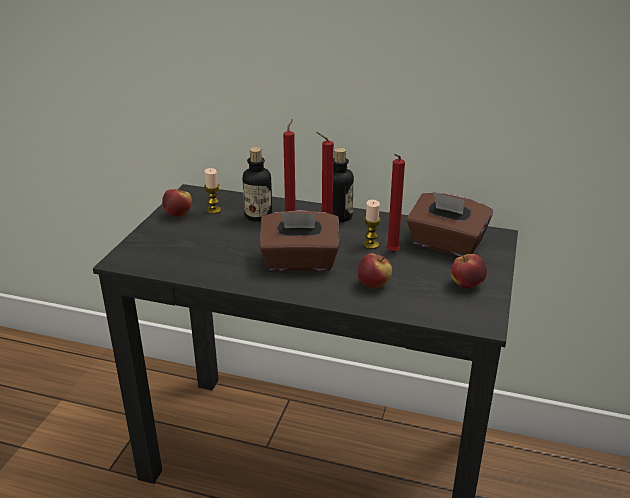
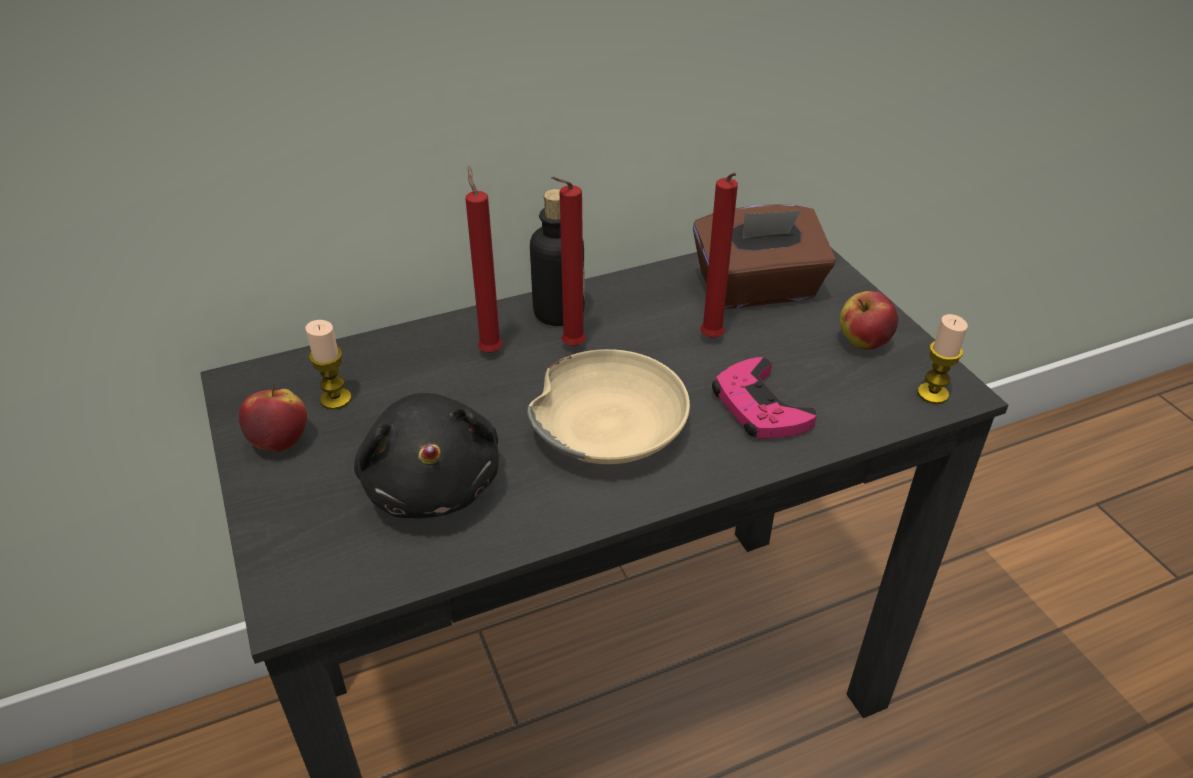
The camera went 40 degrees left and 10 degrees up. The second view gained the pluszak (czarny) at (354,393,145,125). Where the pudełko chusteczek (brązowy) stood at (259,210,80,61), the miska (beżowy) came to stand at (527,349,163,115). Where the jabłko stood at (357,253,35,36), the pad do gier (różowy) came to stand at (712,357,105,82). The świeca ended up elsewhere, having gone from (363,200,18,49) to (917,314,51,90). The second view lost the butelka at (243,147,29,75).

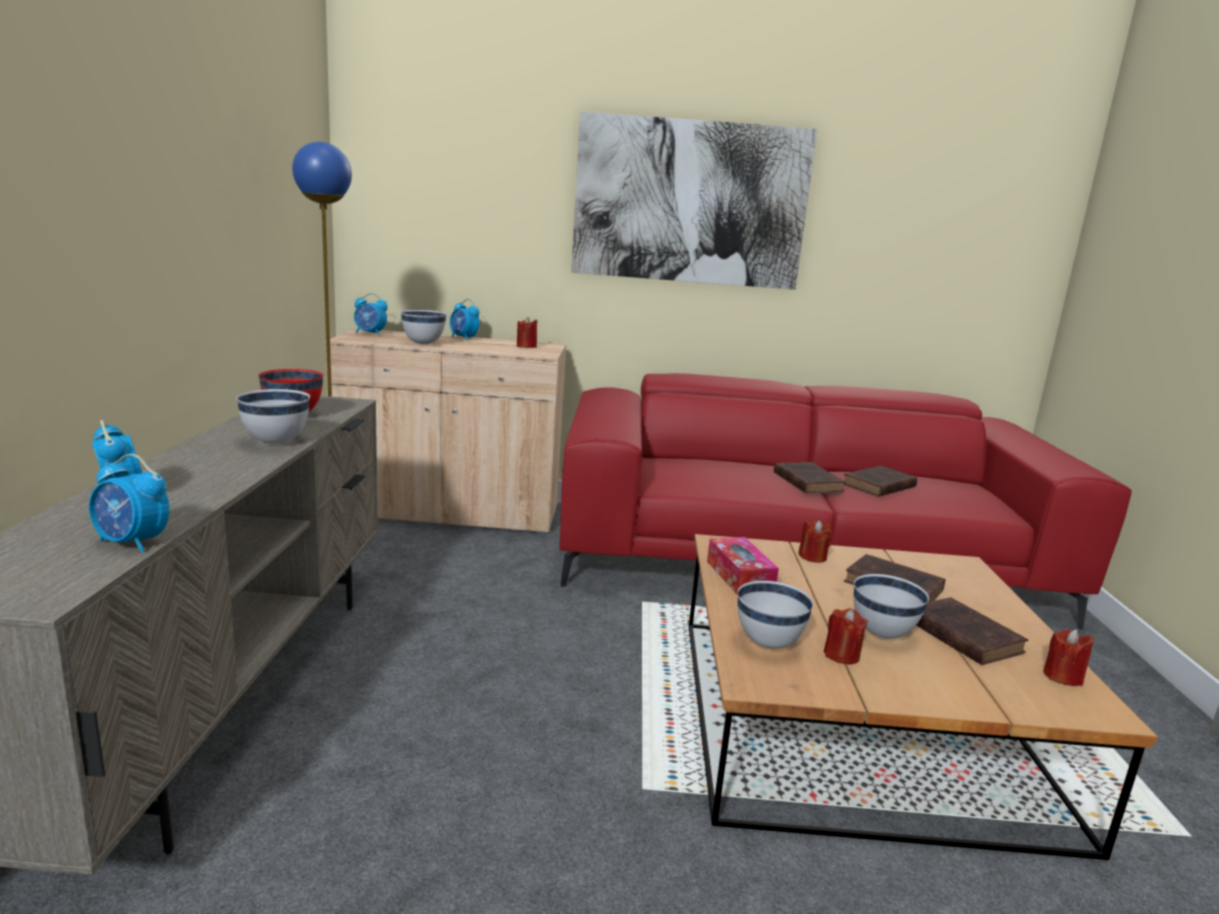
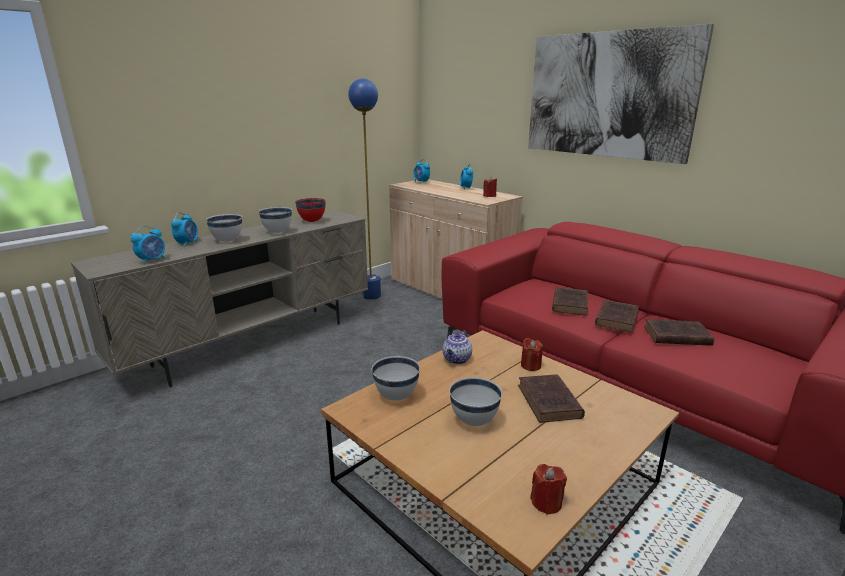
The camera went 45 degrees right and 5 degrees up. The budzik at (89,454,80,98) ended up facing another way, 120 degrees counterclockwise from before. The miska (biały) ended up elsewhere, having gone from (401,310,45,34) to (206,214,36,28). Where the pudełko chusteczek stood at (707,537,72,58), the imbryk came to stand at (442,331,30,33). The książka (brązowy) ended up elsewhere, having gone from (916,597,112,68) to (552,287,36,29). The second view lost the świeca (czerwony) at (824,608,44,56).

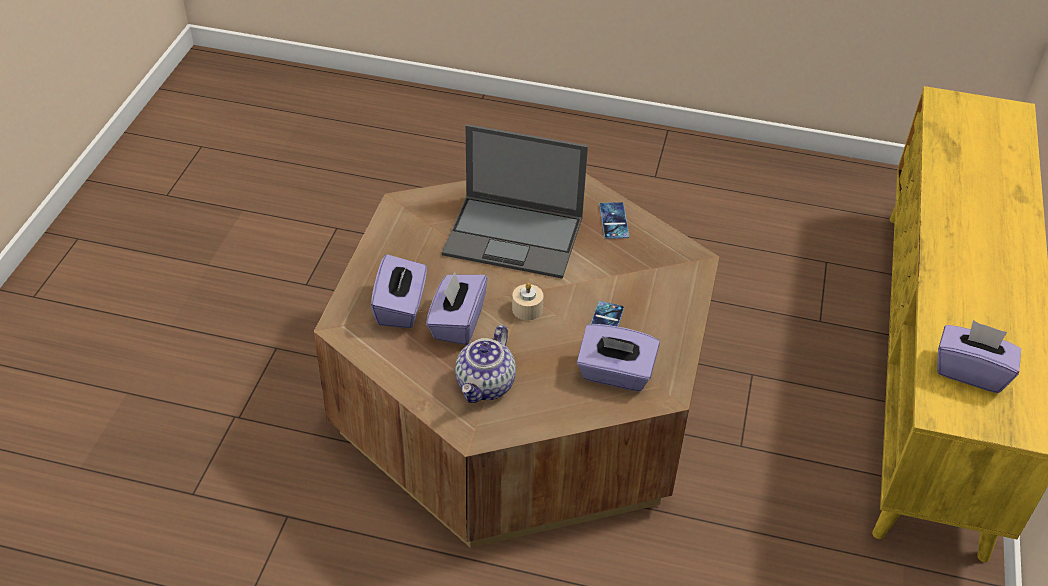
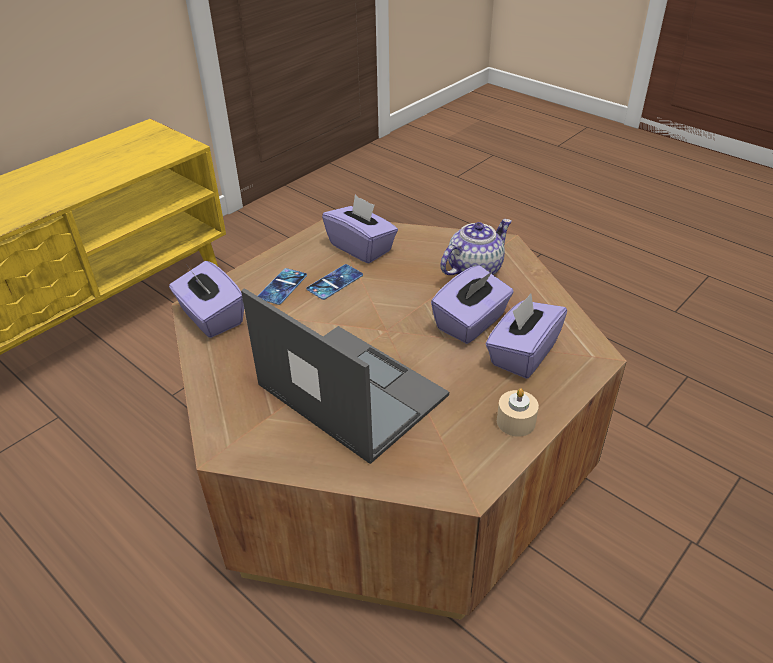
The camera went 150 degrees left and 5 degrees down. The pudełko chusteczek (fioletowy) ended up elsewhere, having gone from (937,320,84,73) to (169,261,75,77). The telefon ended up elsewhere, having gone from (599,202,30,37) to (258,268,49,37). The świeca (beżowy) ended up elsewhere, having gone from (512,283,32,38) to (497,388,42,49).

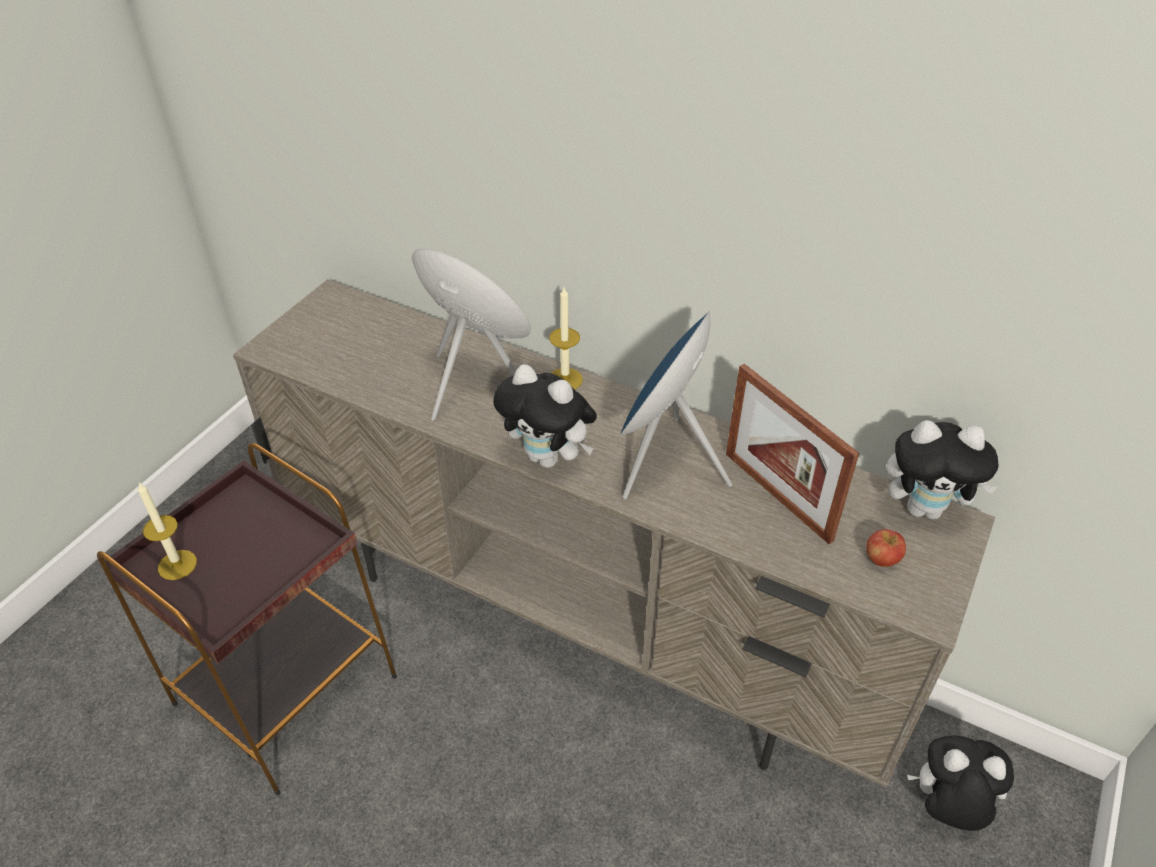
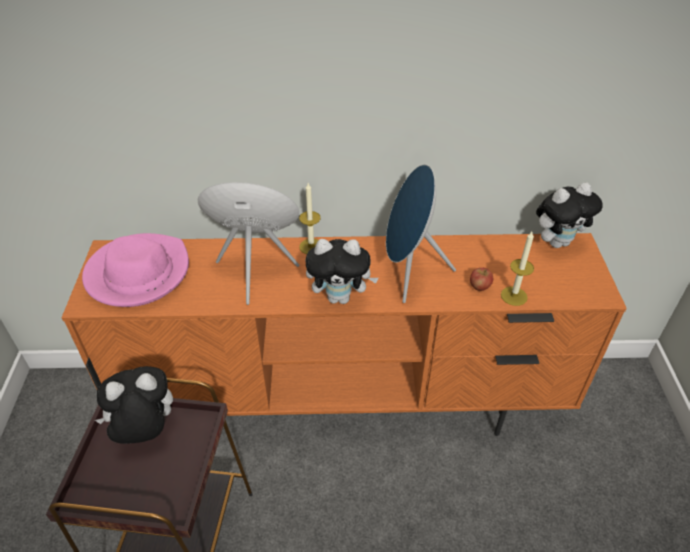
The camera went 30 degrees left and 0 degrees up. What was the szafka pod telewizor (beżowy) at (233,279,762,509) turned into the szafka pod telewizor (pomarańczowy) at (62,233,565,203). The second view gained the kapelusz (różowy) at (82,233,107,74). The pluszak ended up elsewhere, having gone from (907,735,107,96) to (95,366,78,78). The jabłko ended up elsewhere, having gone from (866,529,40,38) to (470,268,23,23). The świeca ended up elsewhere, having gone from (138,483,59,97) to (501,232,33,74). The second view lost the ramka na zdjęcie at (726,364,133,180).

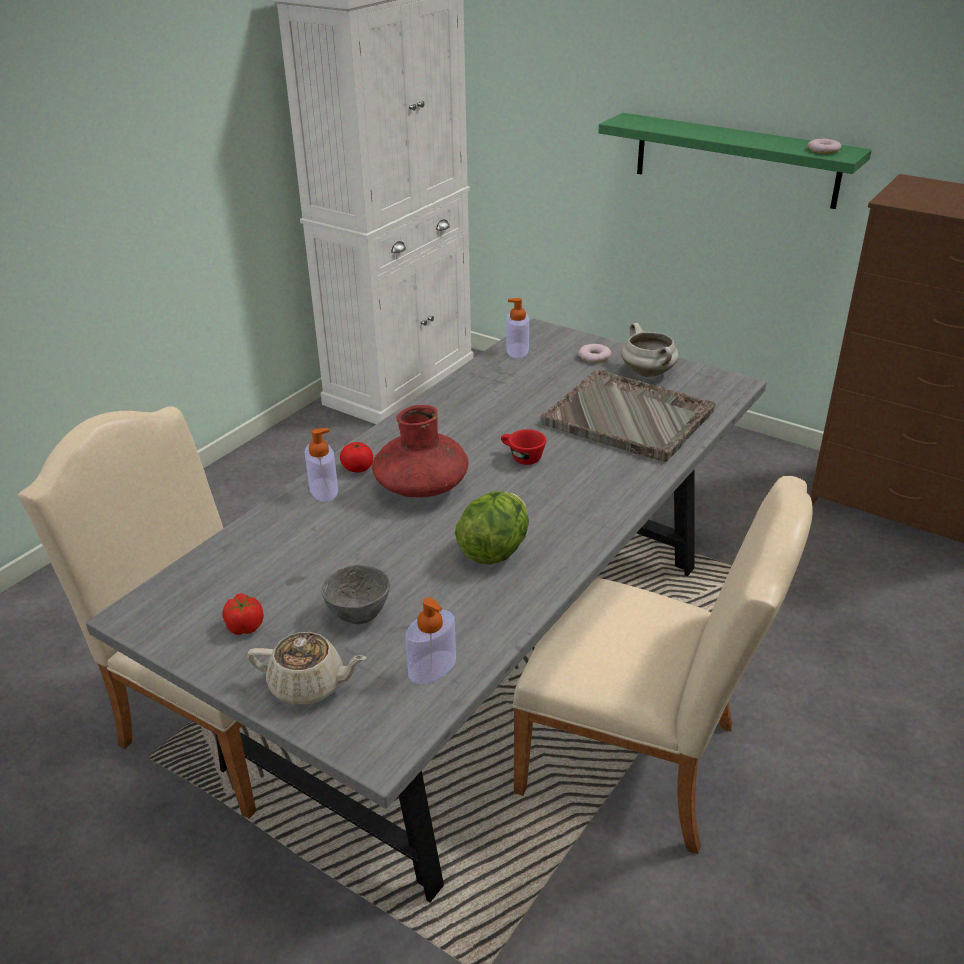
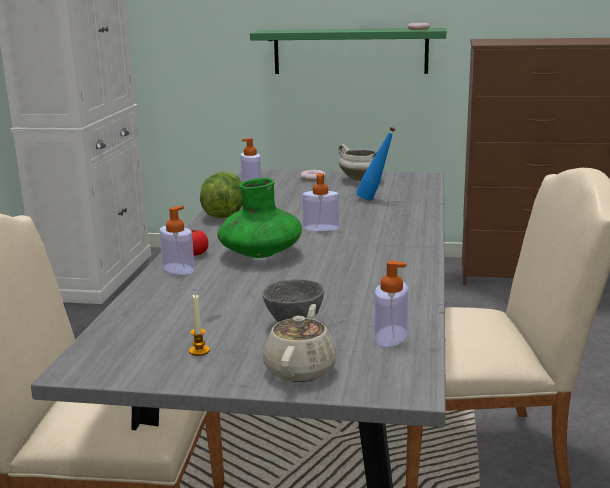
The camera went 25 degrees left and 15 degrees down. Where the pomidor stood at (222,593,42,42), the świeca came to stand at (189,294,21,62). The sałata ended up elsewhere, having gone from (455,491,74,74) to (200,172,43,46). What was the wazon (czerwony) at (372,405,96,93) turned into the wazon (zielony) at (217,178,85,80). The imbryk (beżowy) at (247,632,119,73) ended up facing another way, 60 degrees counterclockwise from before. Where the filiżanka (czerwony) stood at (501,429,45,36), the dozownik mydła came to stand at (302,173,37,58). Where the taca (szary) stood at (541,370,174,92), the butelka (niebieski) came to stand at (356,127,39,73).

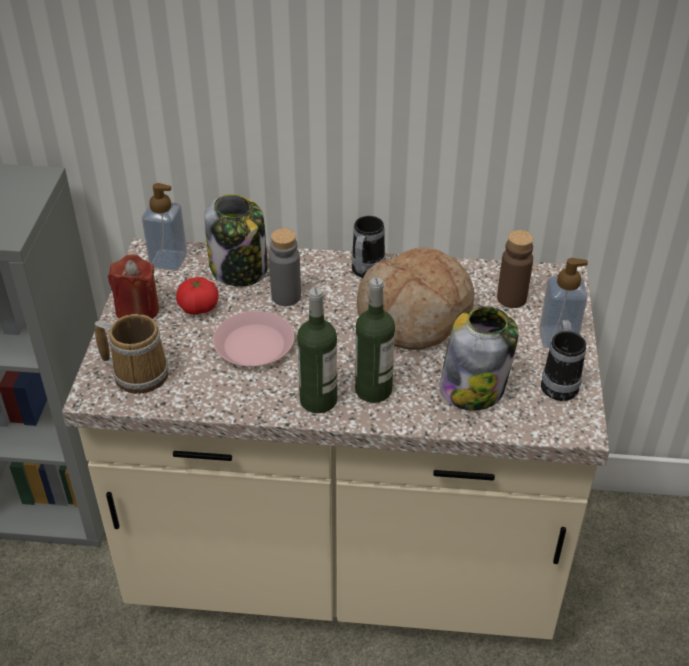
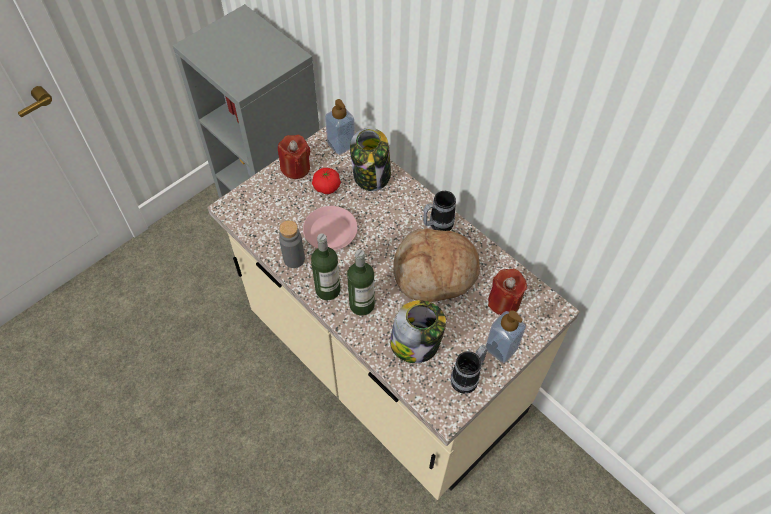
The camera went 40 degrees right and 15 degrees up. The butelka (szary) ended up elsewhere, having gone from (269,228,32,78) to (279,220,26,48). Where the butelka (brązowy) stood at (497,230,36,78), the świeca (czerwony) came to stand at (488,269,39,46). The second view lost the kubek at (95,314,73,80).

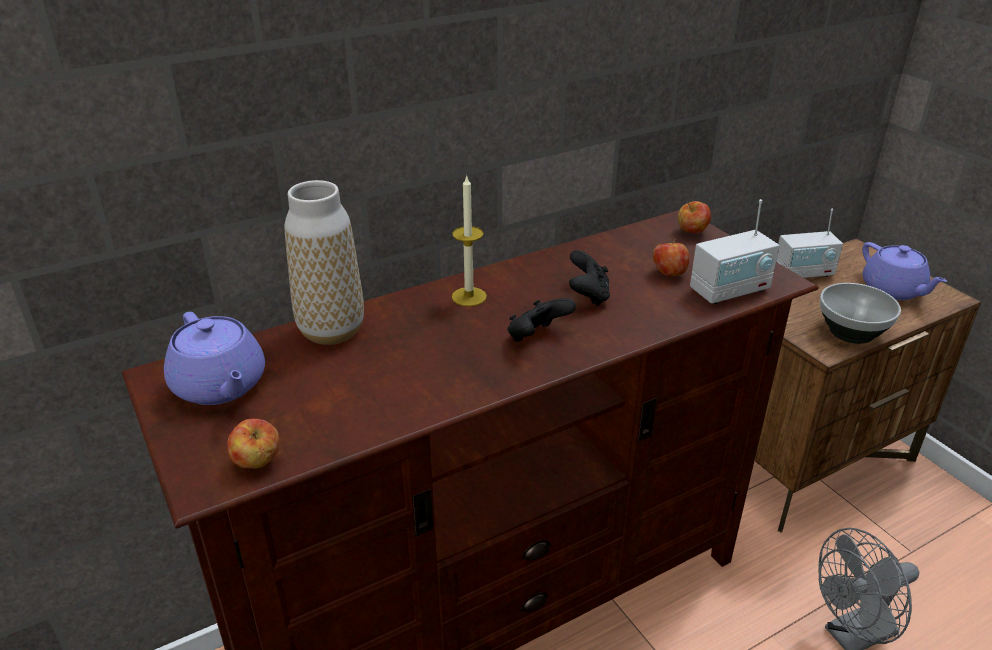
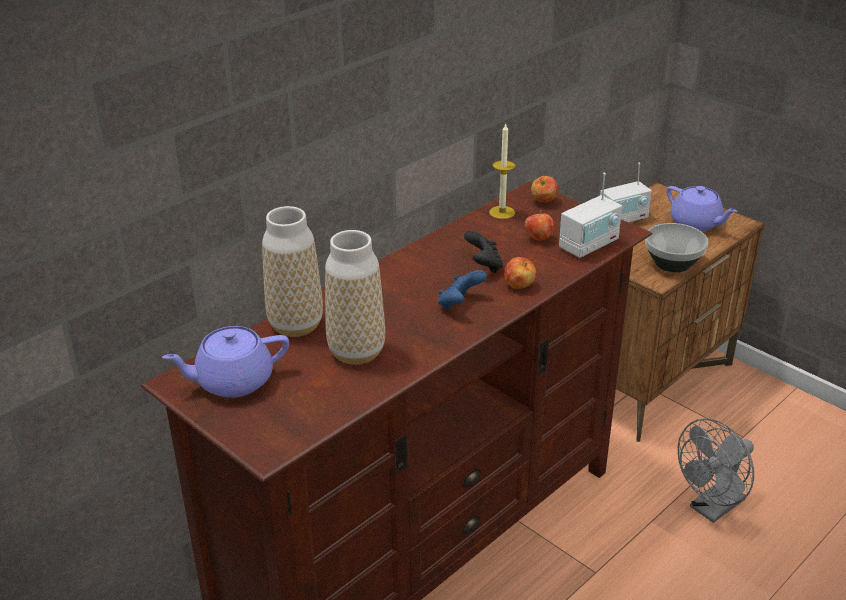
The camera went 15 degrees left and 0 degrees up. The imbryk (fioletowy) at (164,312,101,93) ended up facing another way, 120 degrees clockwise from before. The second view gained the wazon at (325,230,60,135). What was the pad do gier (czarny) at (508,298,68,43) turned into the pad do gier (niebieski) at (438,270,49,40). The świeca ended up elsewhere, having gone from (452,174,35,132) to (489,124,26,95). The jabłko ended up elsewhere, having gone from (227,419,52,50) to (504,257,32,32).

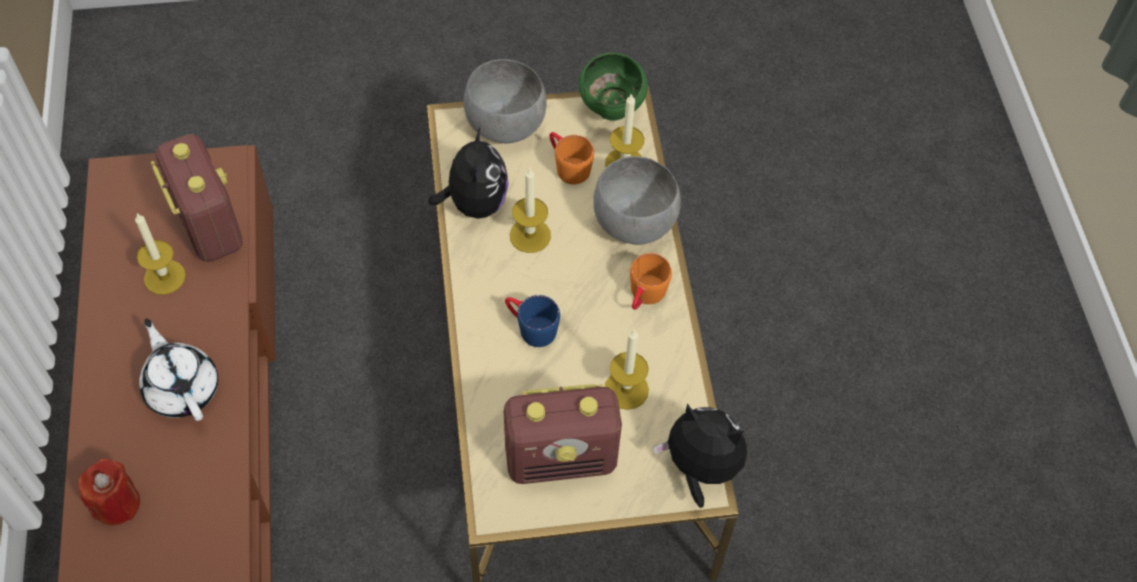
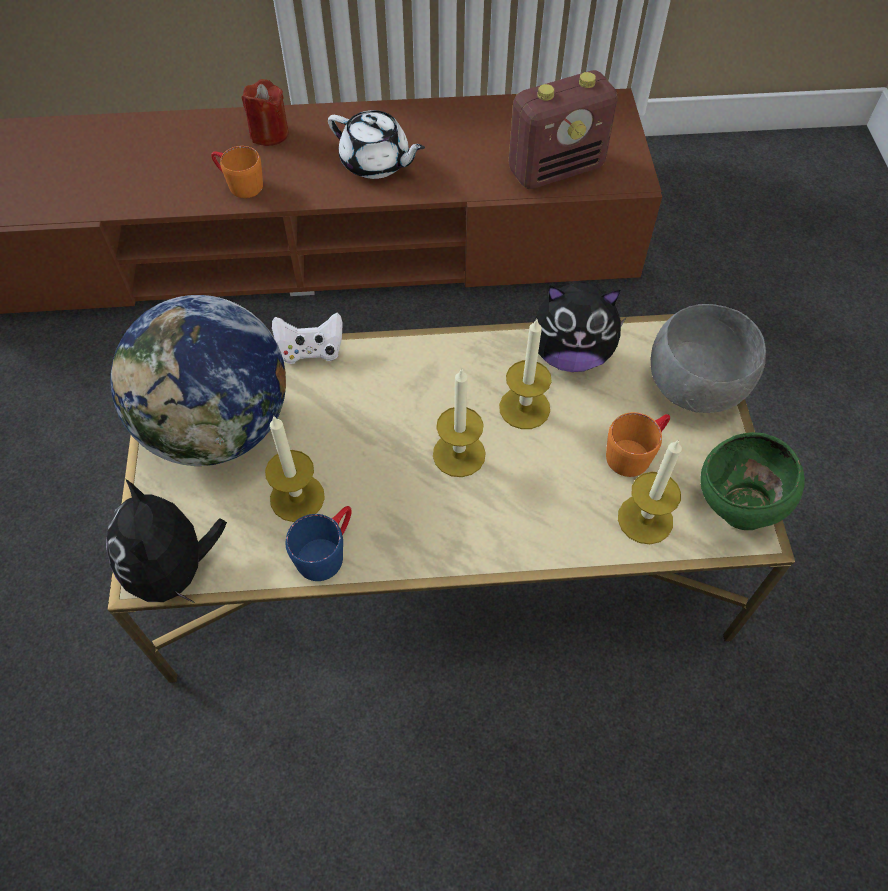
The camera went 95 degrees right and 0 degrees up. The pluszak at (654,403,93,105) ended up facing another way, 135 degrees clockwise from before. Where the radio stood at (504,384,118,100), the globus came to stand at (111,295,175,171). The kubek (pomarańczowy) ended up elsewhere, having gone from (630,253,42,57) to (211,146,52,52). The second view gained the pad do gier (biały) at (272,312,71,52). The kubek (niebieski) ended up elsewhere, having gone from (505,295,55,52) to (285,506,67,75). The imbryk (biały) at (139,318,79,103) ended up facing another way, 60 degrees clockwise from before. The świeca ended up elsewhere, having gone from (135,213,51,82) to (433,368,53,109). The second view lost the miska (szary) at (593,156,88,89).

